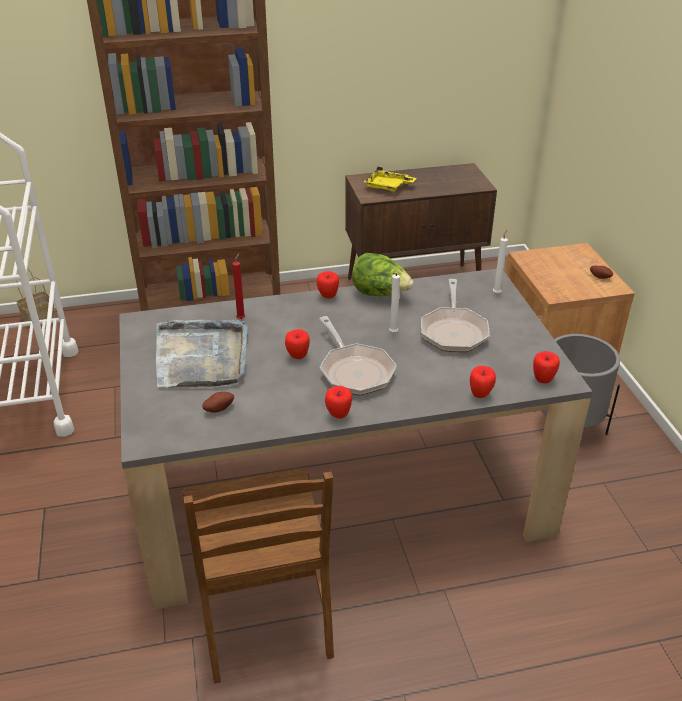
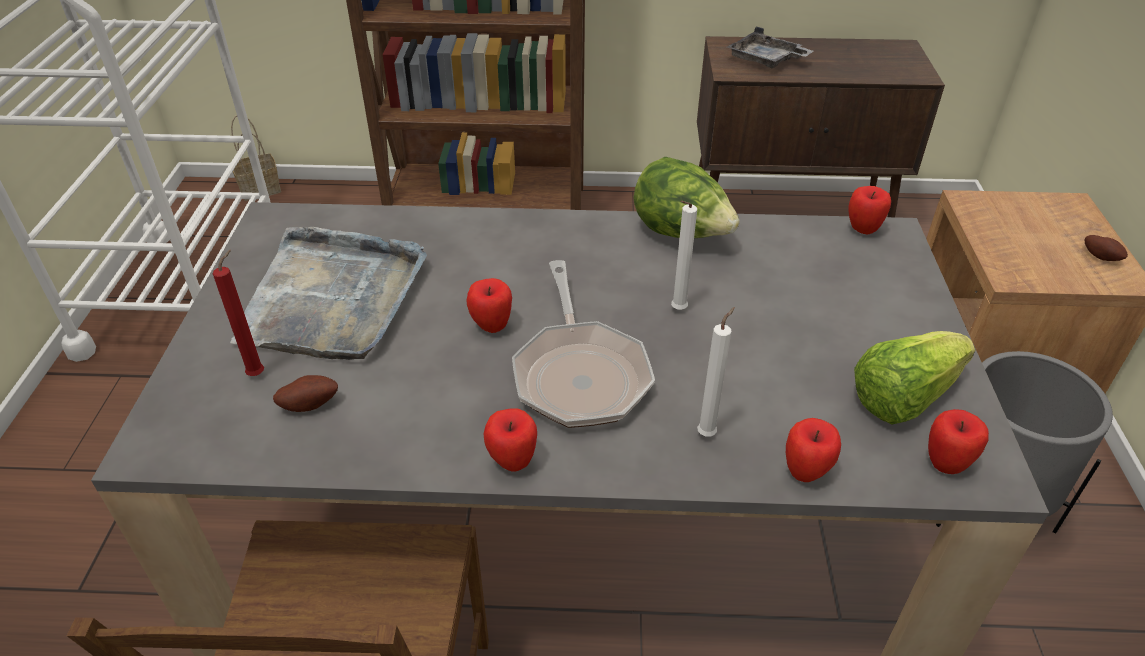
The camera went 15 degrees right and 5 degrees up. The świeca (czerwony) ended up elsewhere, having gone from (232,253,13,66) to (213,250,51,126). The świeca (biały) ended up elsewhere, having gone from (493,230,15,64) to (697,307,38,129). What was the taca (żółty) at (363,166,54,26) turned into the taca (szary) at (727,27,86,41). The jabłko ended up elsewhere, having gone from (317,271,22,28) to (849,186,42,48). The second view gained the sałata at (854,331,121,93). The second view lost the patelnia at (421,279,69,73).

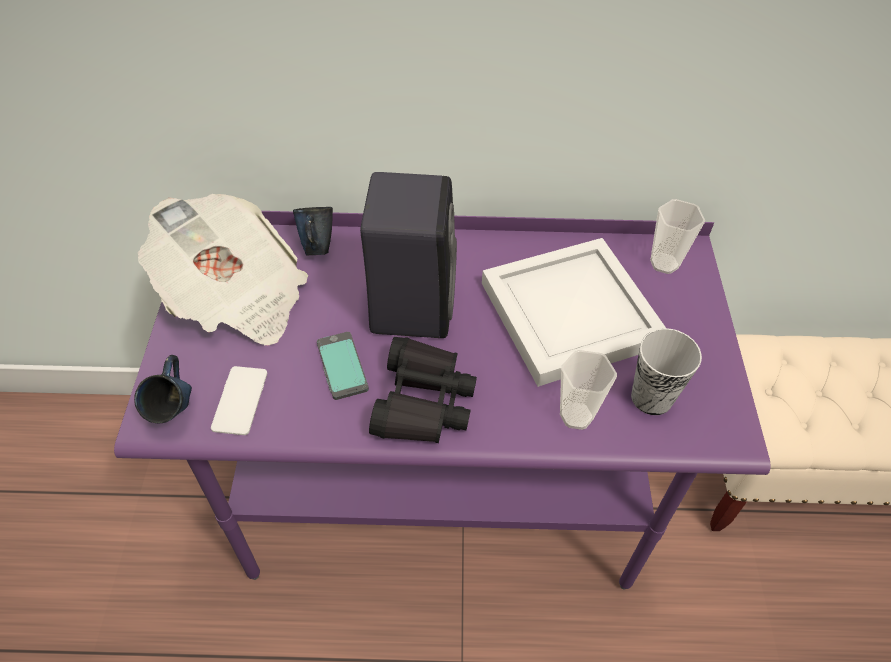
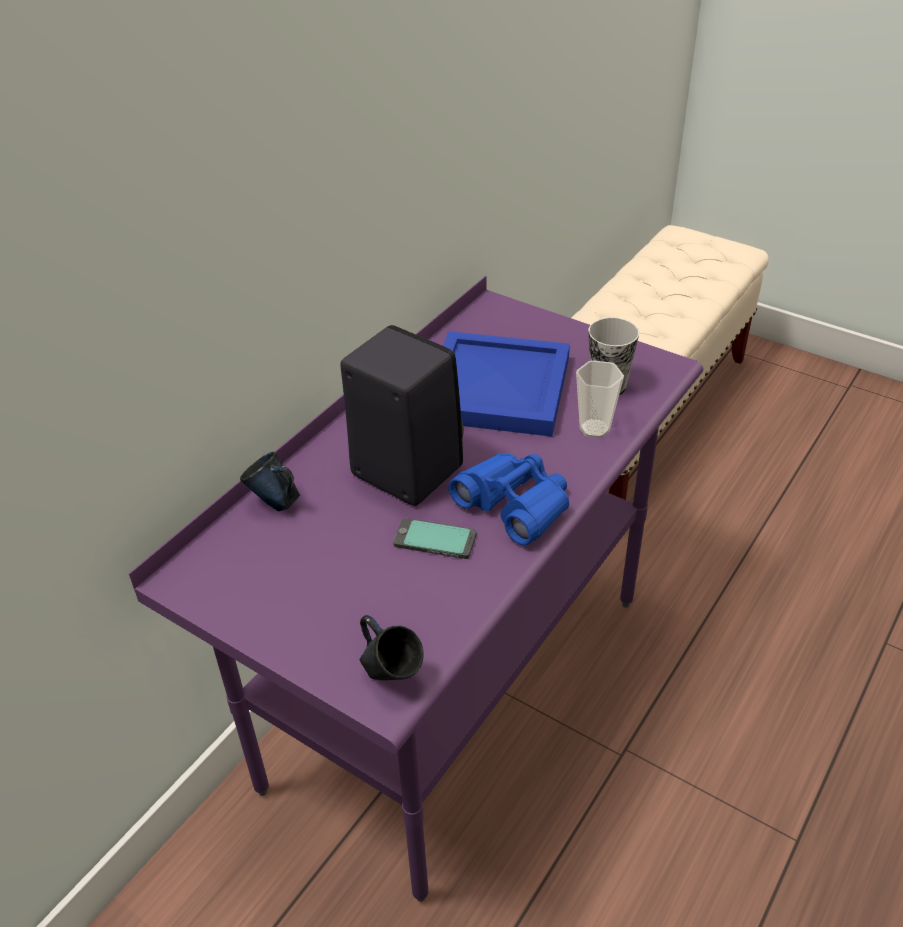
The camera went 55 degrees left and 10 degrees down. What was the taca (biały) at (482,238,184,149) turned into the taca (niebieski) at (443,331,127,106). What was the lornetka (czarny) at (369,337,108,106) turned into the lornetka (niebieski) at (449,453,120,92). The second view lost the gazeta at (138,194,170,151). The second view lost the telefon at (211,366,56,69). The second view lost the filiżanka at (650,199,55,75).

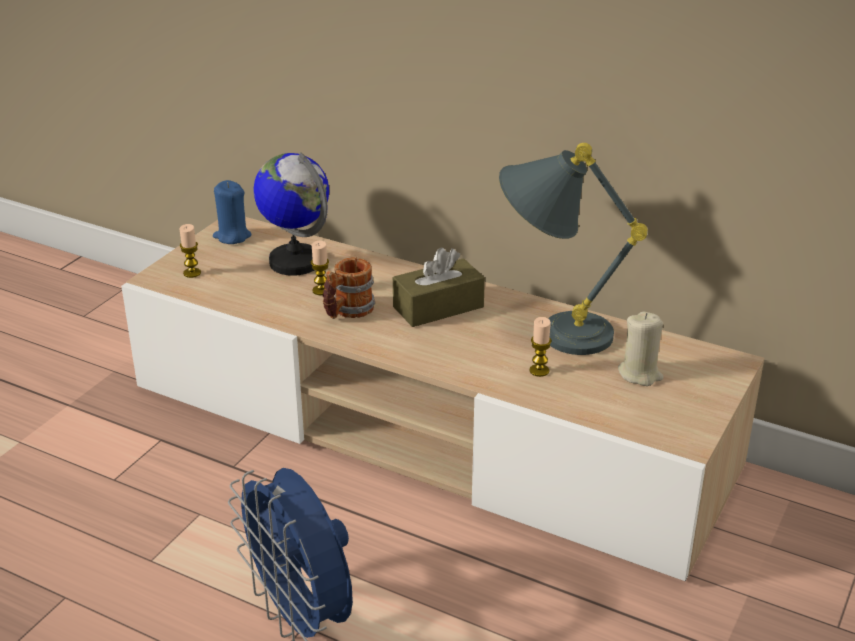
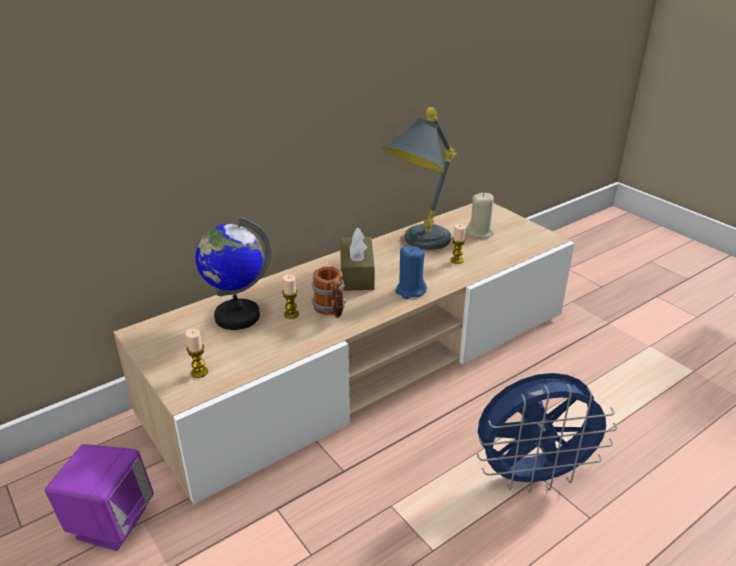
The camera went 65 degrees left and 0 degrees up. The second view gained the głośnik (fioletowy) at (45,444,109,107). The świeca (niebieski) ended up elsewhere, having gone from (213,180,39,64) to (395,246,32,53).

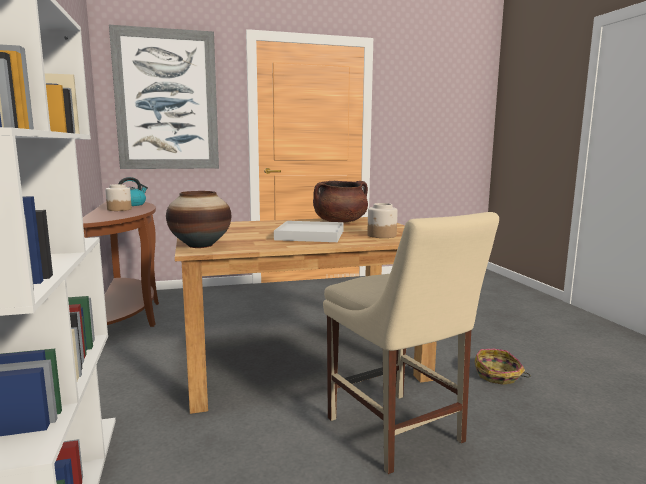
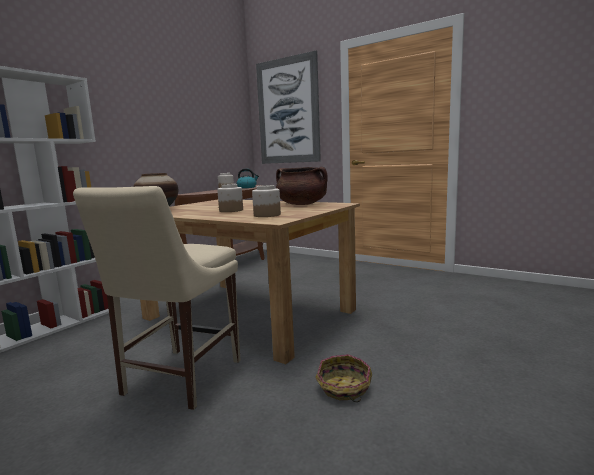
The camera went 50 degrees right and 0 degrees up. Where the taca (biały) stood at (274,221,70,21), the słoik came to stand at (217,184,26,28).

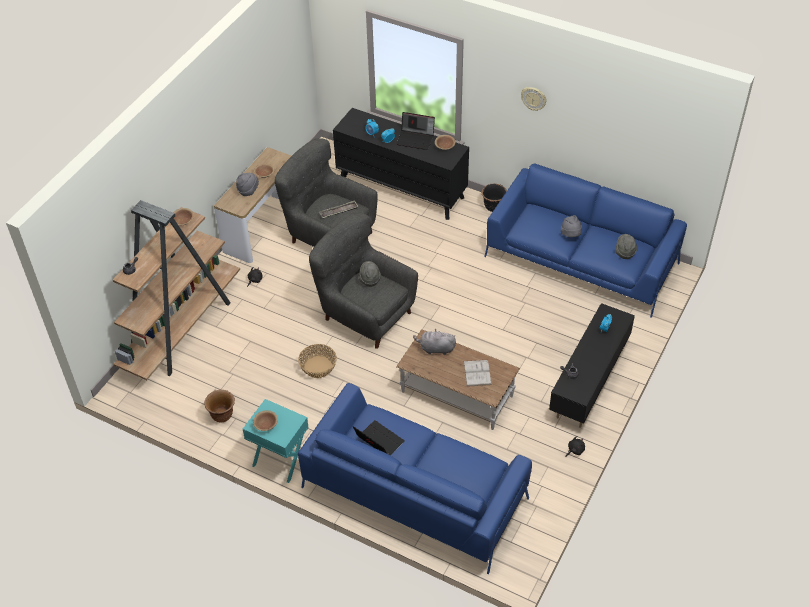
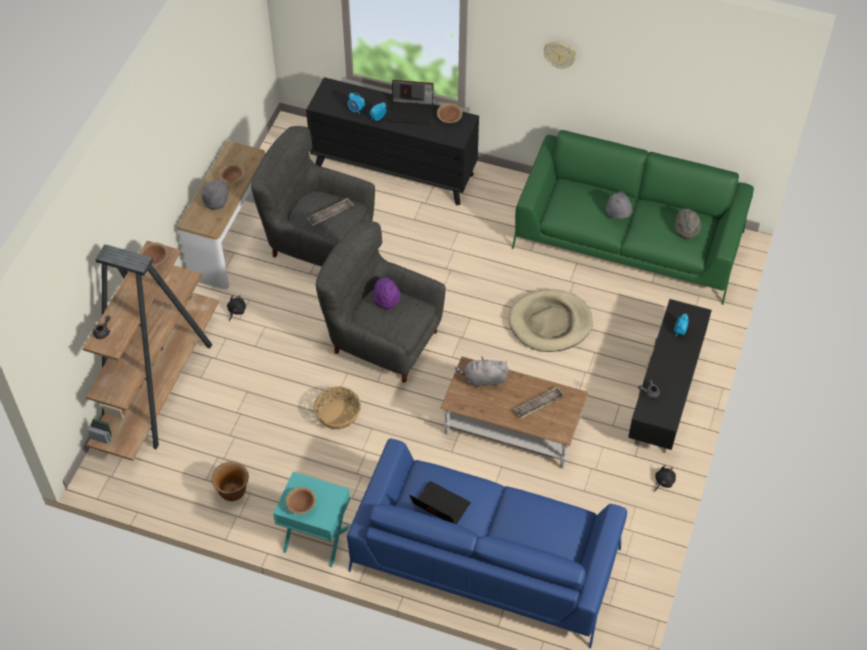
The camera went 10 degrees left and 5 degrees up. What was the kapelusz (szary) at (359,261,22,26) turned into the kapelusz (fioletowy) at (374,278,27,31). The second view gained the legowisko (beżowy) at (509,289,84,63). What was the kanapa (niebieski) at (484,163,203,155) turned into the kanapa (zielony) at (512,130,242,175). Where the książka (biały) stood at (463,360,29,27), the taca came to stand at (514,386,50,33). The second view lost the donica (czarny) at (482,184,25,28).

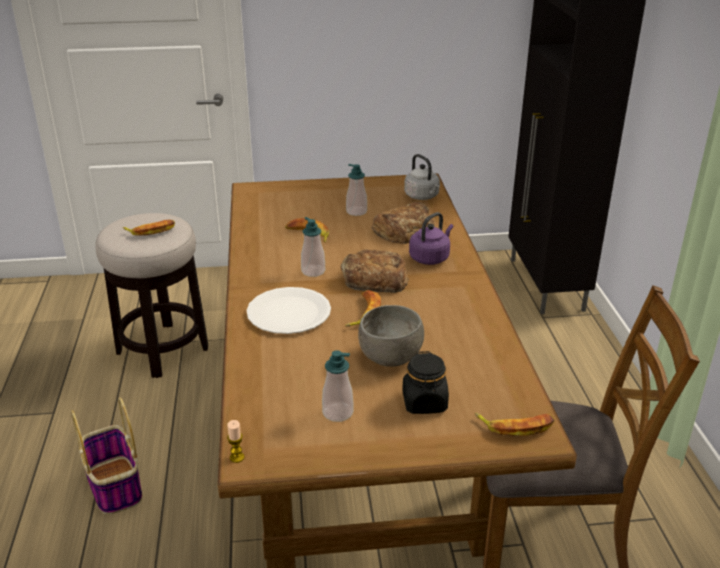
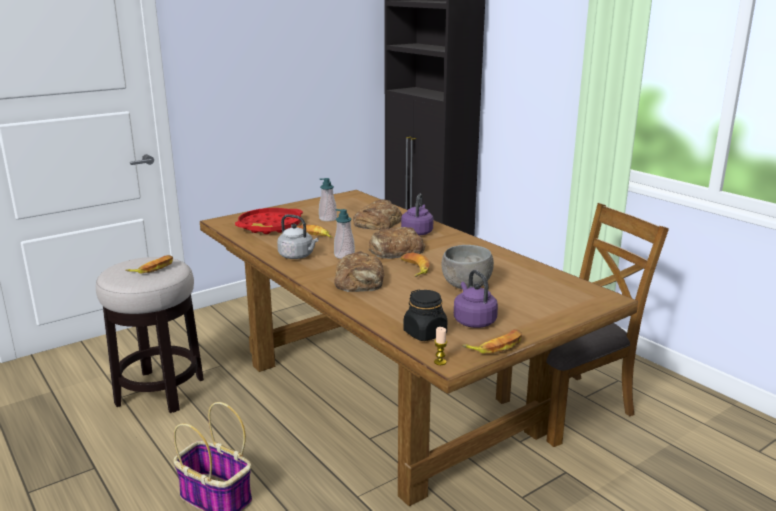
The camera went 30 degrees left and 10 degrees down. The second view gained the taca (czerwony) at (235,208,68,26). The czajnik (szary) ended up elsewhere, having gone from (404,154,36,46) to (277,214,42,45). Where the talerz (biały) stood at (246,287,85,47), the chleb came to stand at (334,251,50,41). The słoik (czarny) ended up elsewhere, having gone from (402,351,47,63) to (403,290,44,51). Where the dozownik mydła stood at (322,350,32,72), the czajnik (fioletowy) came to stand at (454,270,44,58). The banan ended up elsewhere, having gone from (475,413,79,23) to (462,329,60,25).

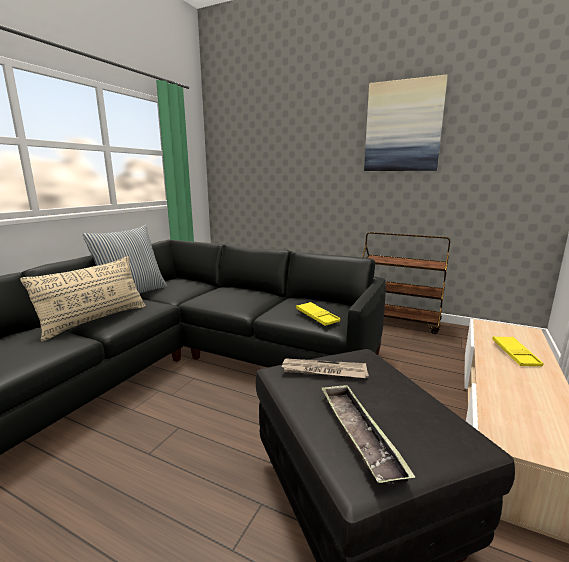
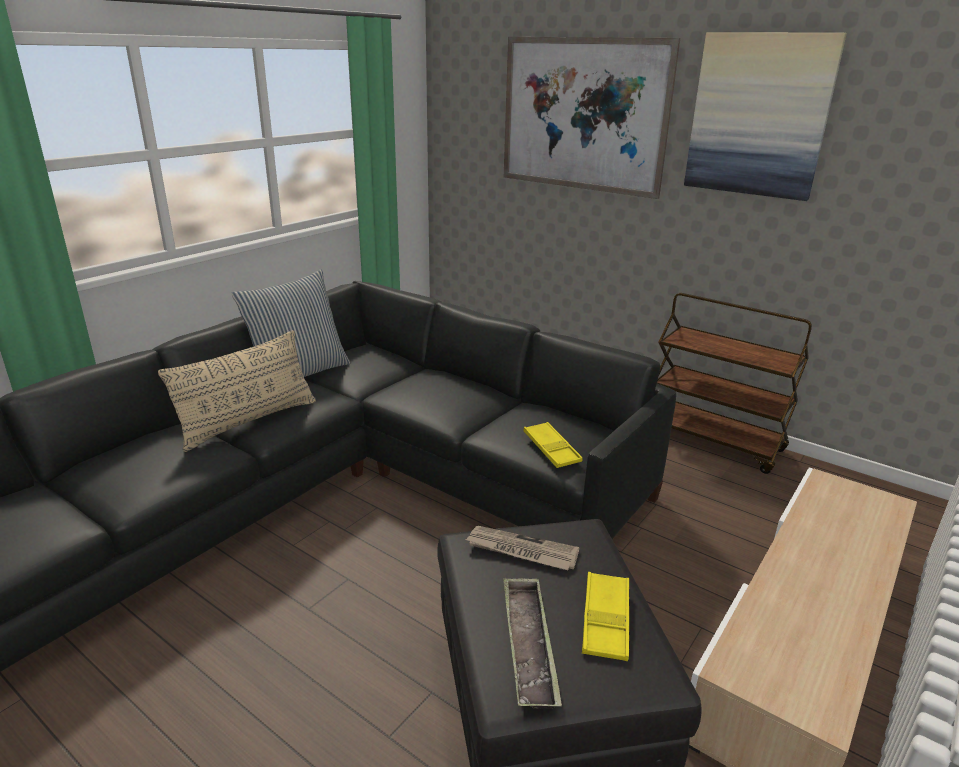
The camera went 10 degrees right and 10 degrees up. The second view gained the obraz at (504,37,176,162). The taca (żółty) ended up elsewhere, having gone from (492,336,51,30) to (582,572,47,89).

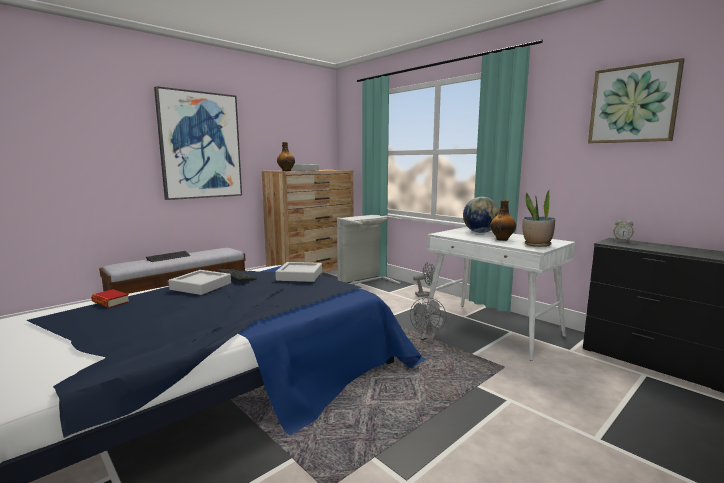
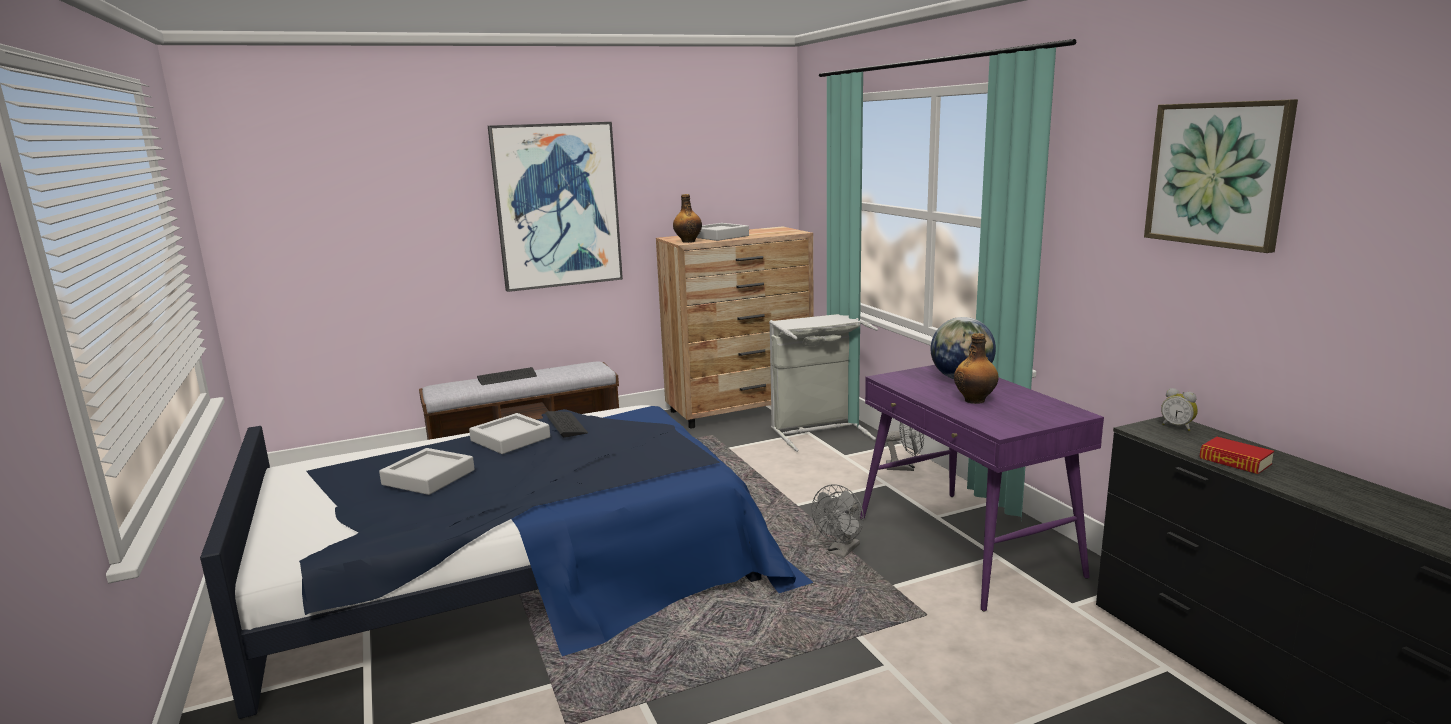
The camera went 20 degrees right and 5 degrees up. The taca (szary) ended up elsewhere, having gone from (275,262,47,20) to (379,448,96,47). What was the biurko (biały) at (426,227,149,134) turned into the biurko (fioletowy) at (860,365,244,246). The książka ended up elsewhere, having gone from (91,289,39,19) to (1199,437,75,37). The second view lost the roślina doniczkowa at (523,191,32,56).

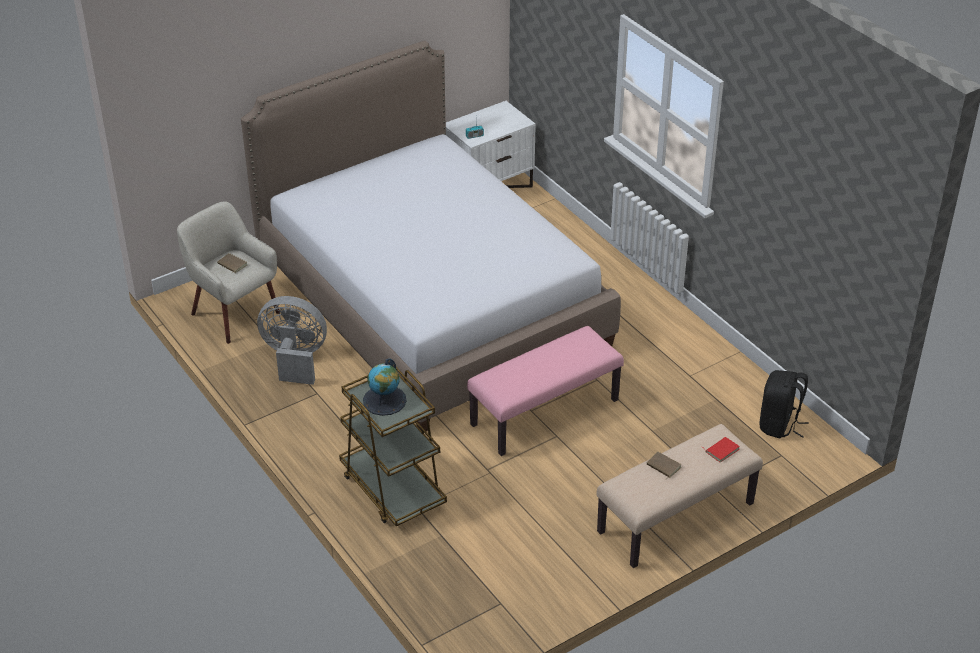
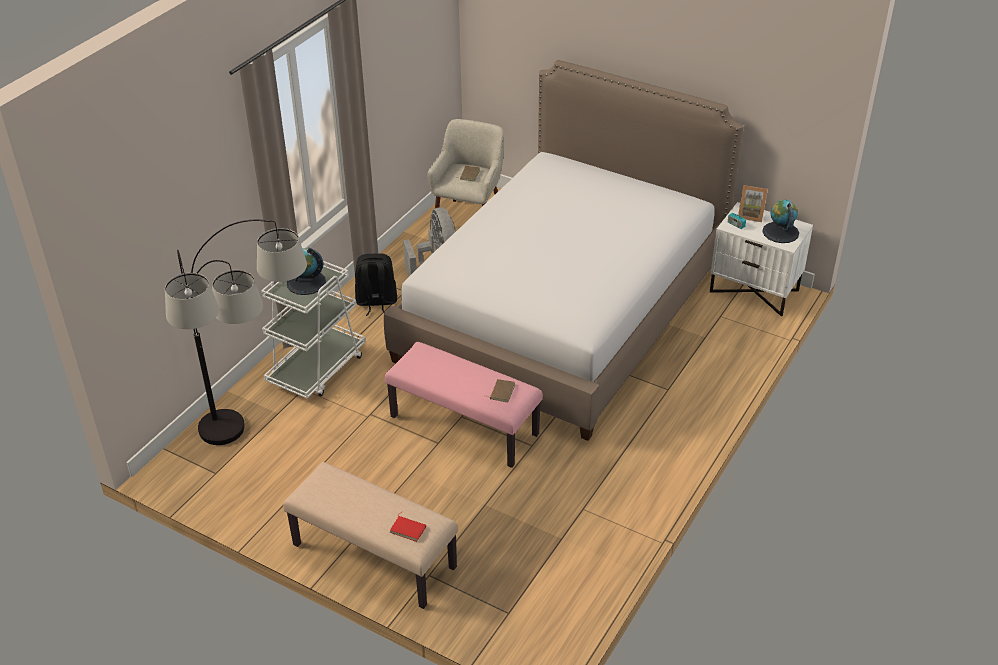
The camera went 65 degrees right and 0 degrees up. The second view gained the lampa stojąca at (165,220,142,225). What was the wózek (brązowy) at (339,367,108,159) turned into the wózek (biały) at (261,261,105,137). The plecak (czarny) ended up elsewhere, having gone from (760,370,49,68) to (355,253,42,63). The książka (brązowy) ended up elsewhere, having gone from (647,452,35,27) to (487,379,28,24). The second view gained the ramka na zdjęcie at (738,185,30,37). The second view gained the globus at (762,200,37,43).

